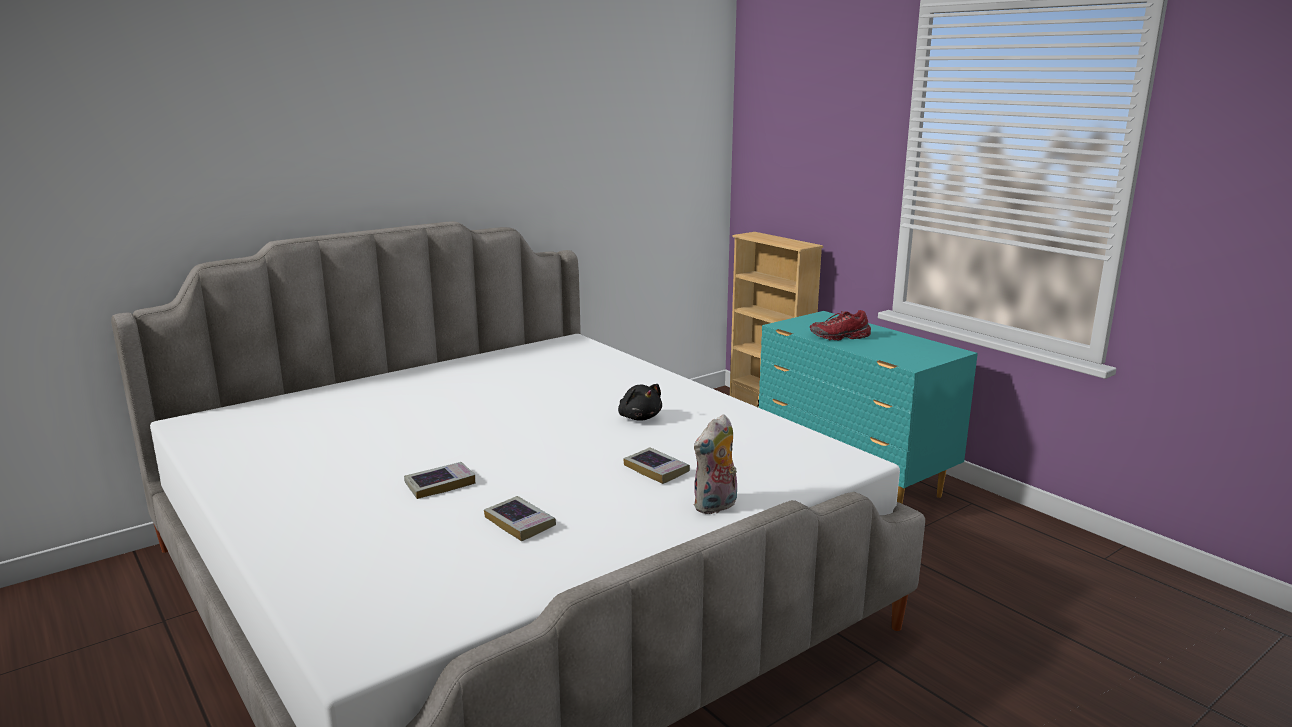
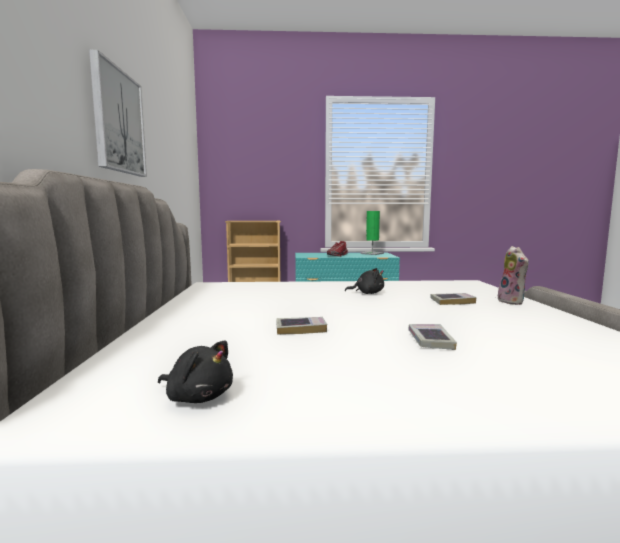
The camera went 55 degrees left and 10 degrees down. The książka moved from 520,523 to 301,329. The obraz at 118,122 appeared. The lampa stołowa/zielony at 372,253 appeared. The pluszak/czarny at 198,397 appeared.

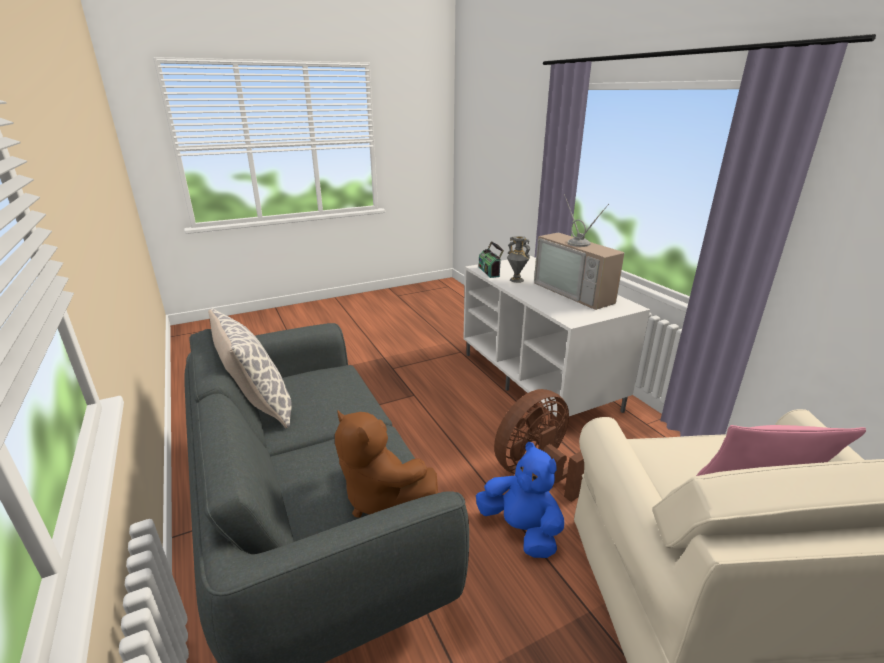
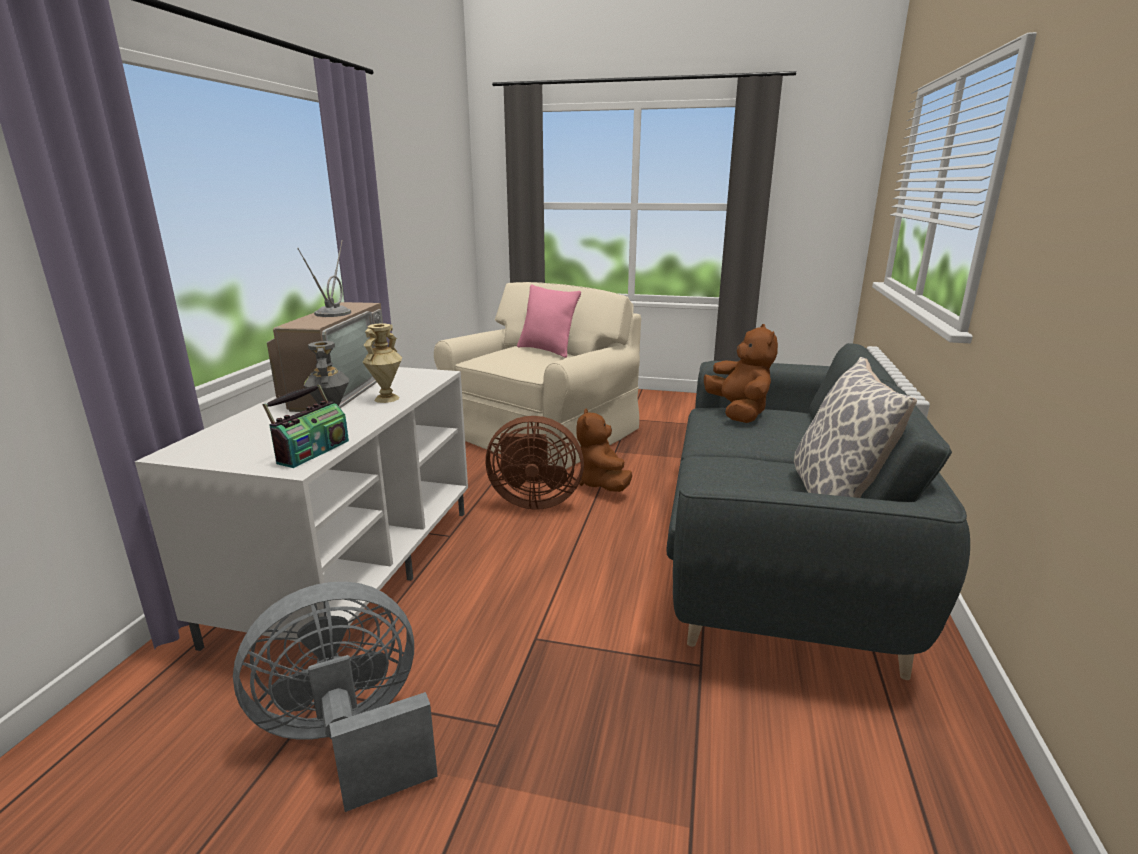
The camera went 140 degrees left and 5 degrees down. The pluszak/niebieski at 521,529 became the pluszak/brązowy at 603,484. The wazon/beżowy at 387,399 appeared. The wentylator/szary at 349,739 appeared.

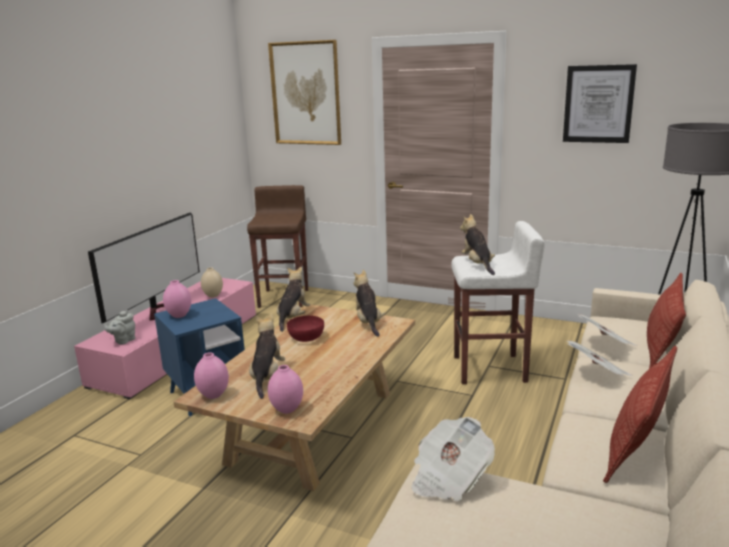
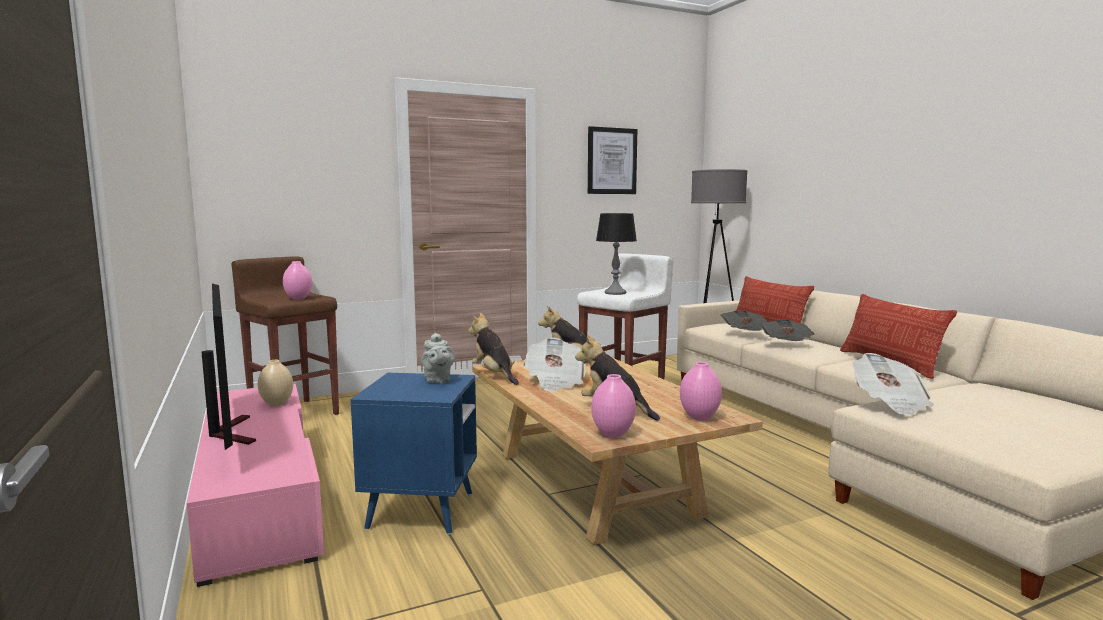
The camera went 50 degrees left and 10 degrees down. The obraz at 306,93 disappeared. The pluszak at 477,265 was replaced by the lampa stołowa at 615,293. The wazon/różowy moved from 179,315 to 298,298. The imbryk/szary moved from 123,341 to 437,380. The miska/czerwony at 306,338 was replaced by the gazeta at 555,381.

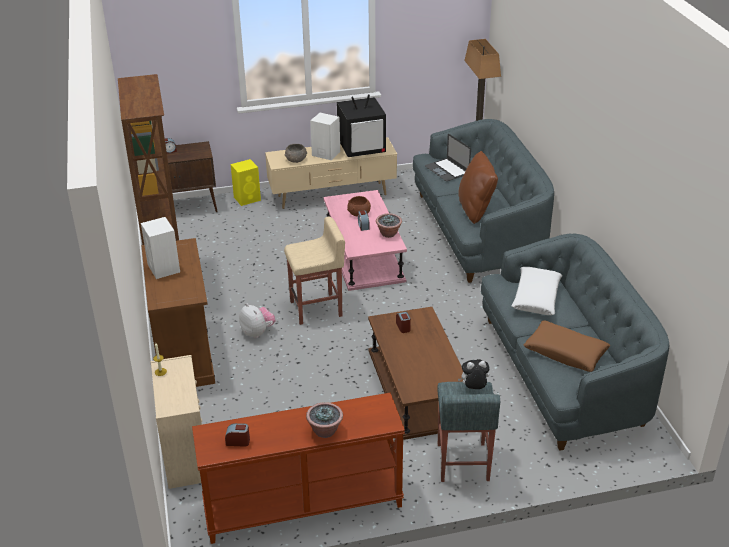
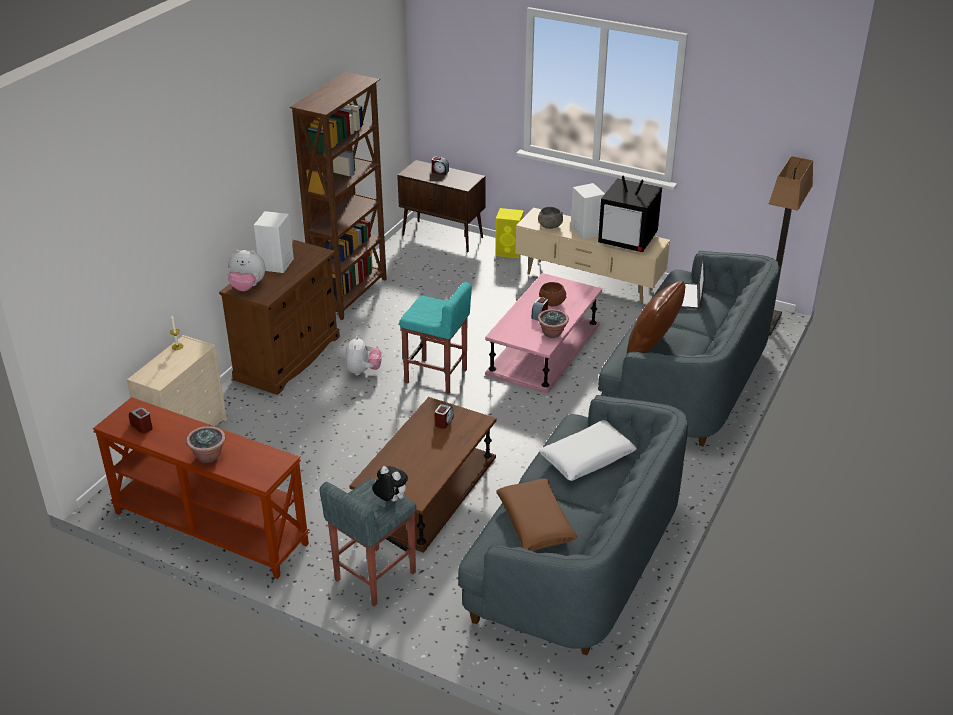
The camera went 40 degrees right and 0 degrees up. The stołek/beżowy at 317,309 became the stołek/turkusowy at 436,377. The pluszak at 247,287 appeared.

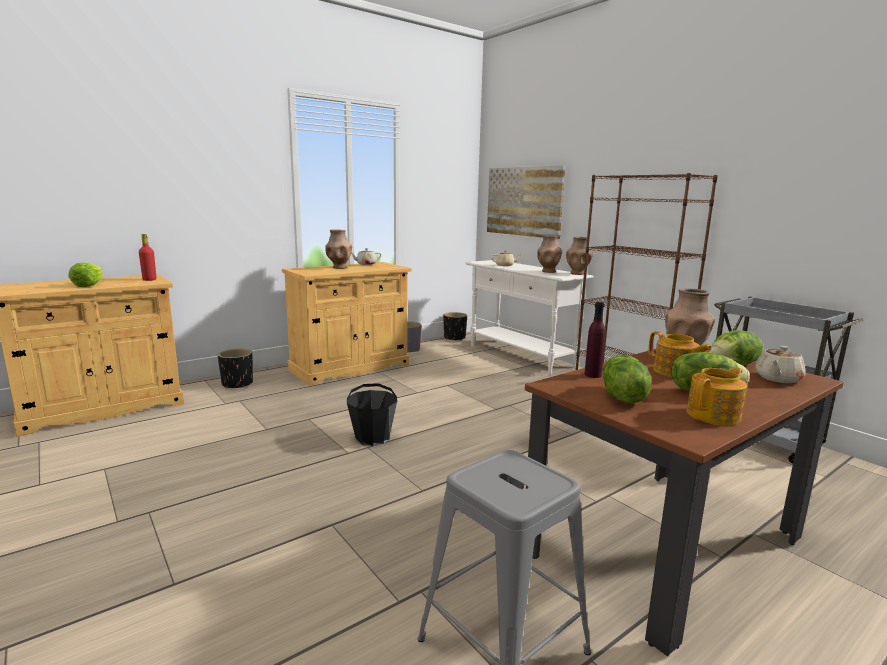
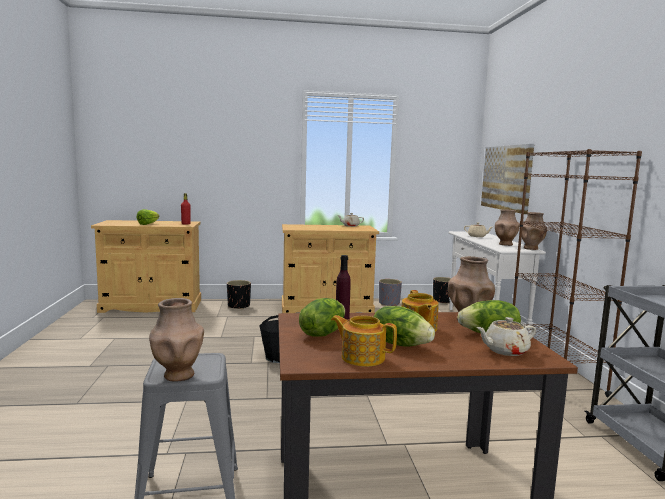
The camera went 30 degrees right and 5 degrees down. The wazon/brązowy moved from 339,267 to 178,375. The imbryk at 714,415 turned 150 degrees counterclockwise.

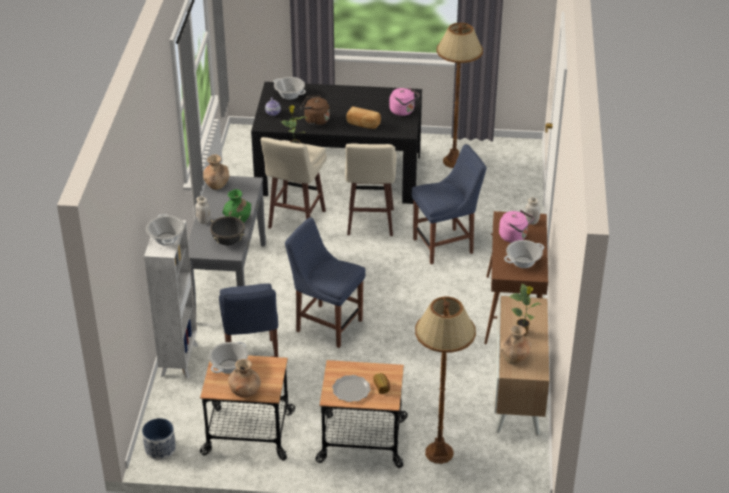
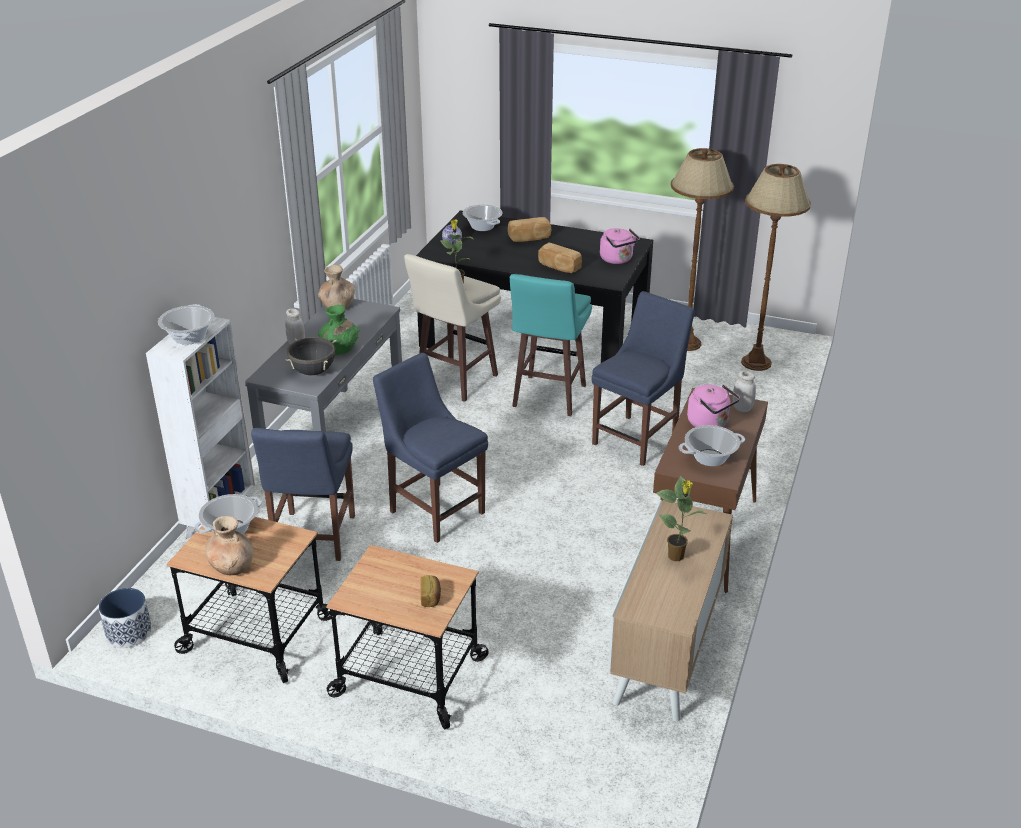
The camera went 15 degrees right and 5 degrees down. The czajnik/brązowy at 315,120 disappeared. The stołek/beżowy at 370,223 became the stołek/turkusowy at 548,397. The krzesło/niebieski at 446,245 turned 45 degrees counterclockwise. The lampa stojąca/brązowy moved from 439,453 to 756,363. The wazon/brązowy at 514,357 disappeared. The talerz at 351,390 disappeared. The chleb at 529,238 appeared.

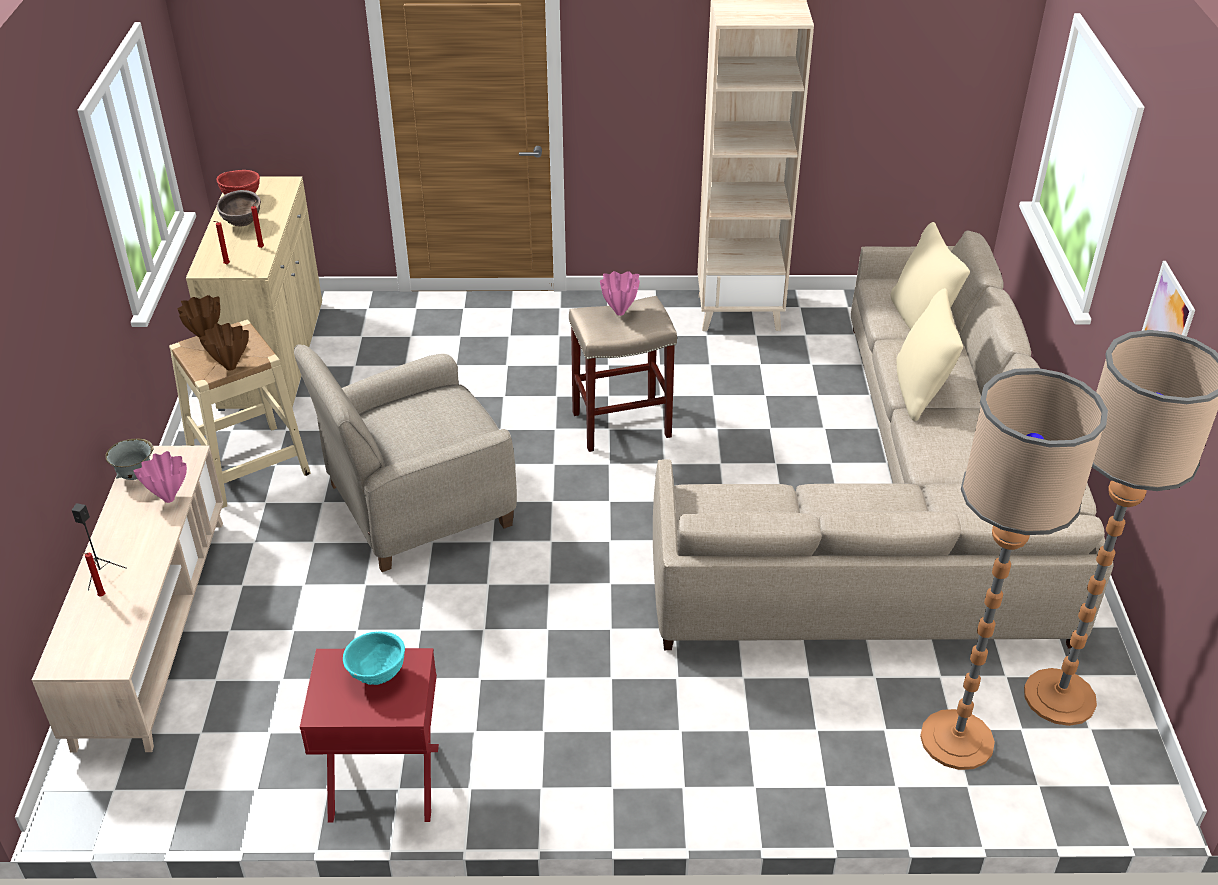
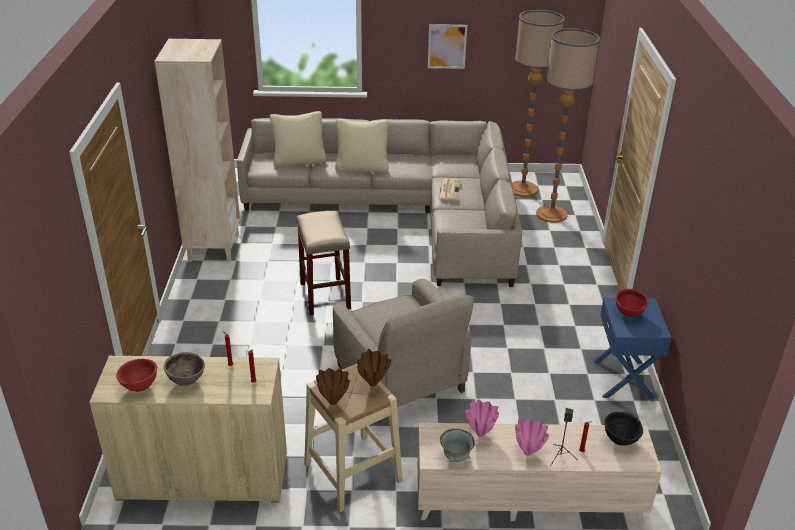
The camera went 90 degrees left and 5 degrees down. The wazon/różowy moved from 619,313 to 528,453. The miska/turkusowy at 377,676 became the miska/czerwony at 628,314. The szafka nocna/czerwony at 384,783 became the szafka nocna/niebieski at 624,379. The gazeta at 449,190 appeared. The miska/czarny at 620,440 appeared.

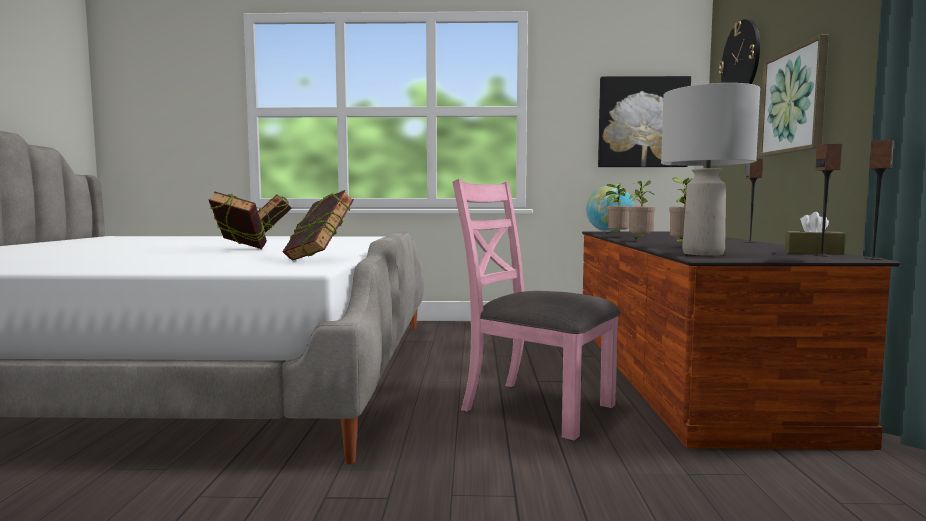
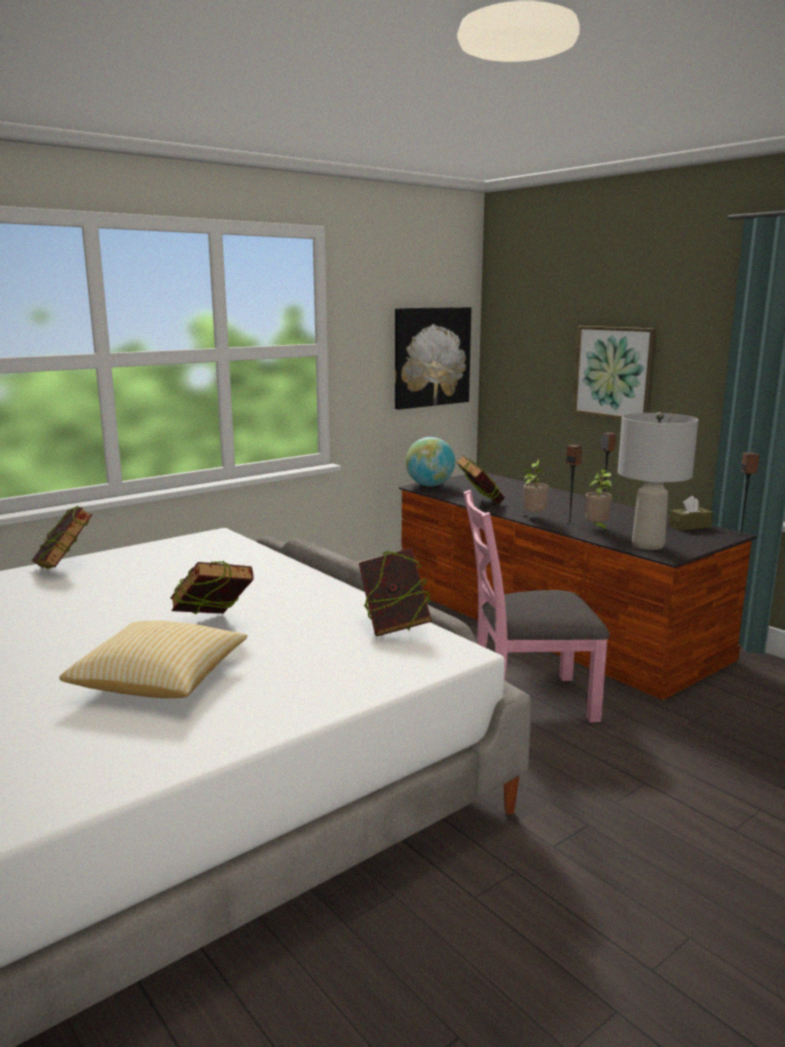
The camera went 40 degrees left and 10 degrees up. The zegar ścienny at 741,60 disappeared. The głośnik moved from 822,255 to 569,522. The roślina doniczkowa at 616,236 was replaced by the książka at 479,503. The poduszka at 161,680 appeared.

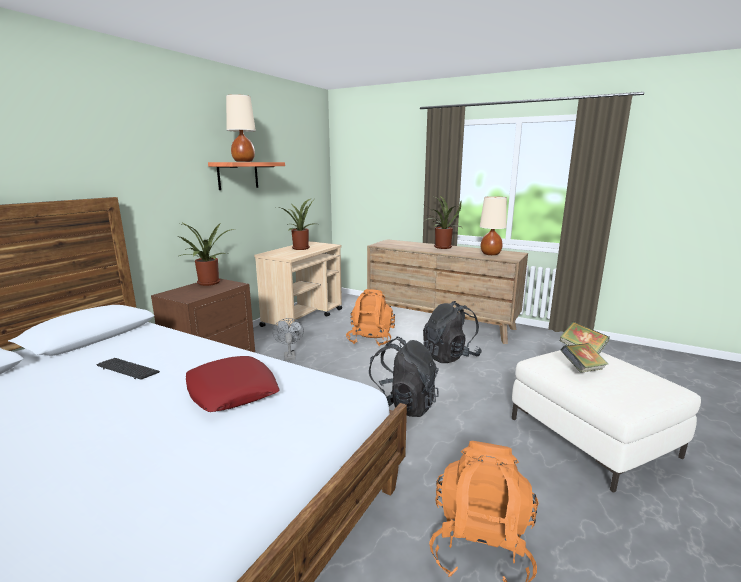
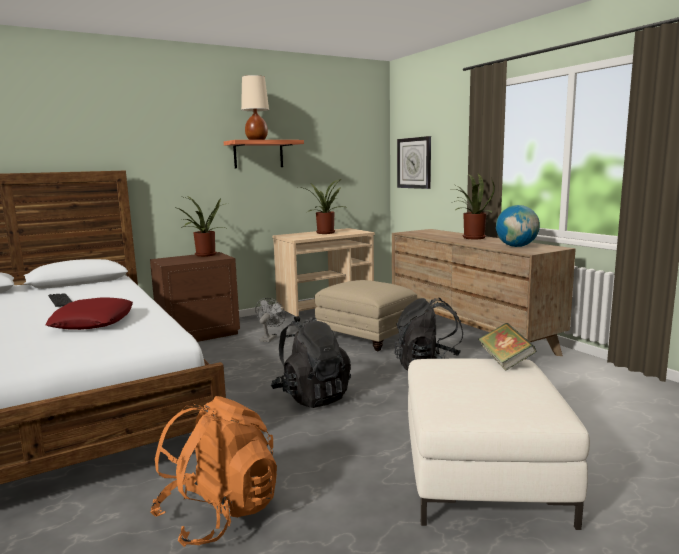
The camera went 30 degrees right and 5 degrees down. The lampa stołowa/beżowy at 490,254 was replaced by the globus at 516,246. The plecak/pomarańczowy at 371,339 was replaced by the pufa/beżowy at 365,338. The książka at 582,369 disappeared. The zegar ścienny at 414,163 appeared.

